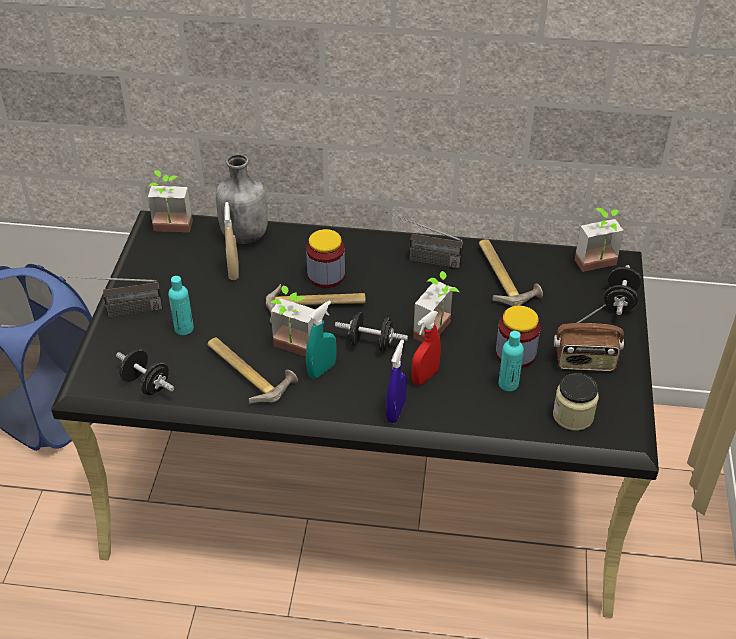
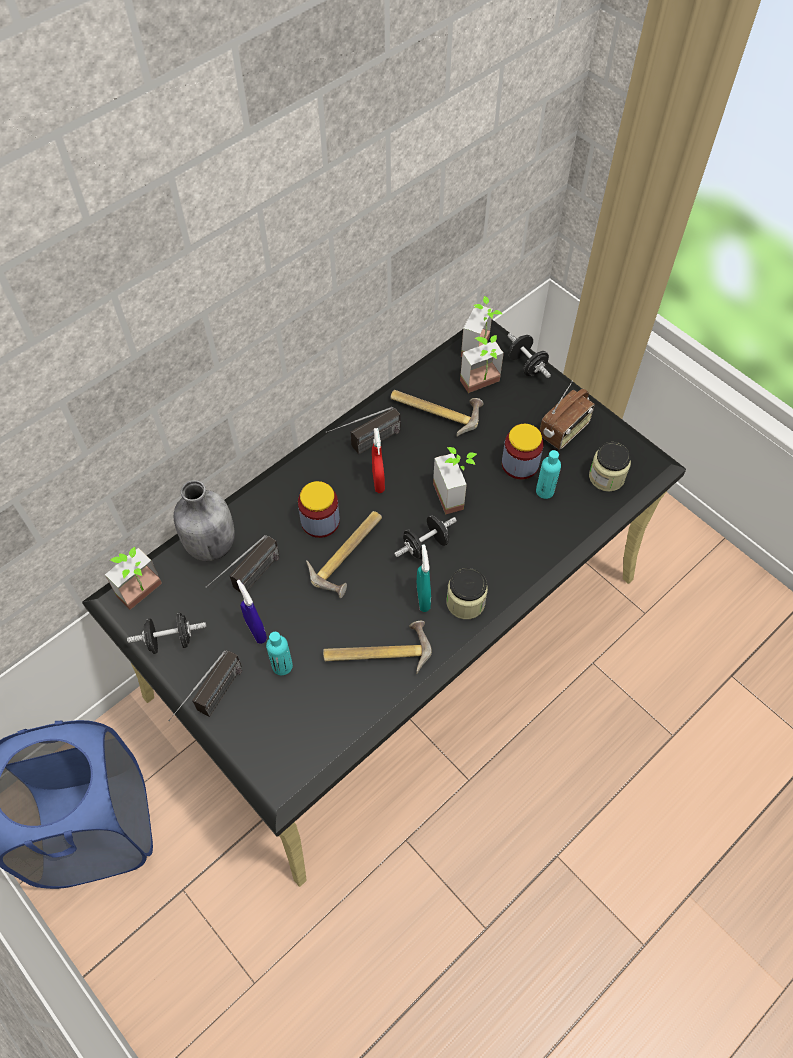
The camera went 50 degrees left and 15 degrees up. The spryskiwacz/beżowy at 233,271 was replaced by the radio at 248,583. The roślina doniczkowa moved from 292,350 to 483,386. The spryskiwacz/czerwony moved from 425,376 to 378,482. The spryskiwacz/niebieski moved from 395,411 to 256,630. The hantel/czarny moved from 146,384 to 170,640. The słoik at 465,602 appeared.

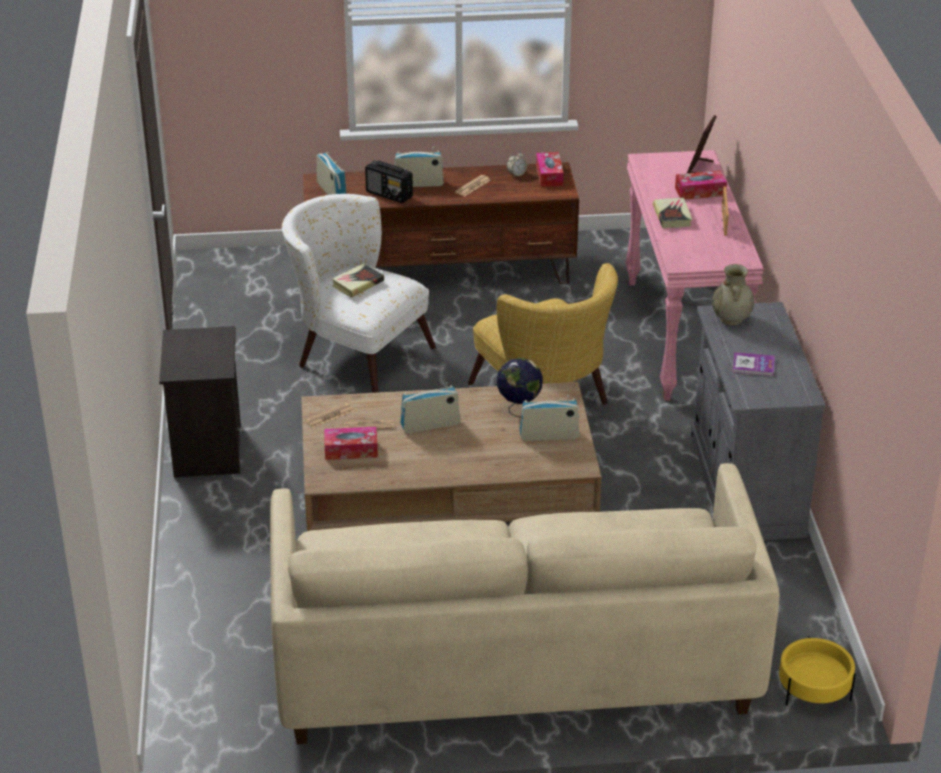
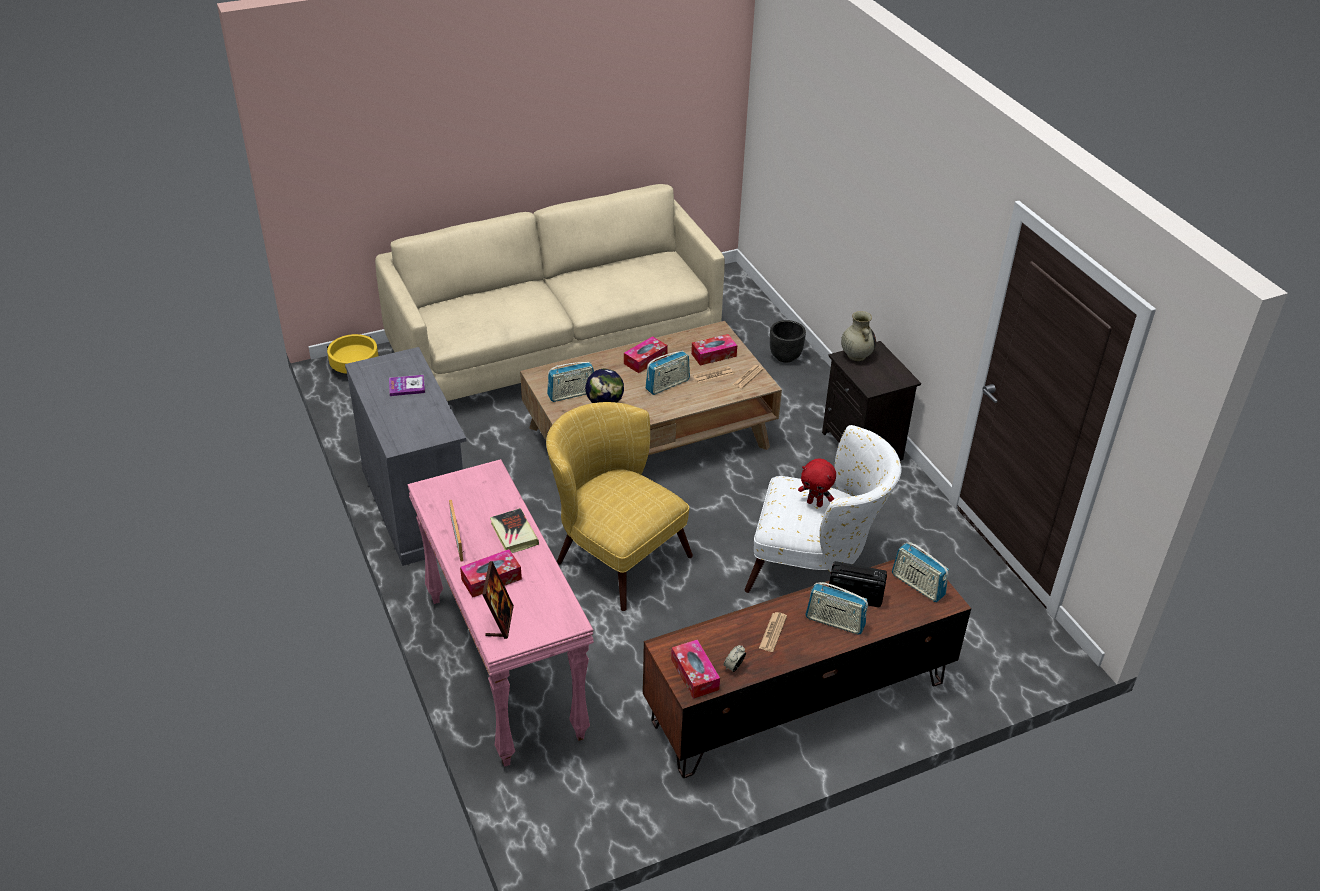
The camera went 160 degrees right and 5 degrees up. The radio at 418,184 turned 45 degrees clockwise. The książka at 357,283 was replaced by the pluszak/czerwony at 815,503. The wazon/beżowy moved from 731,319 to 856,355. The donica/czarny at 784,356 appeared. The pudełko chusteczek at 645,360 appeared.

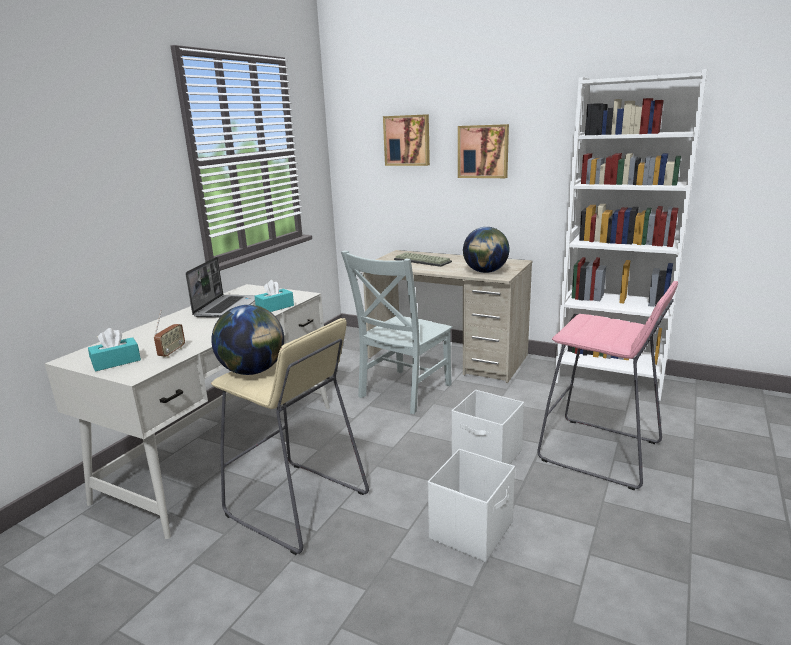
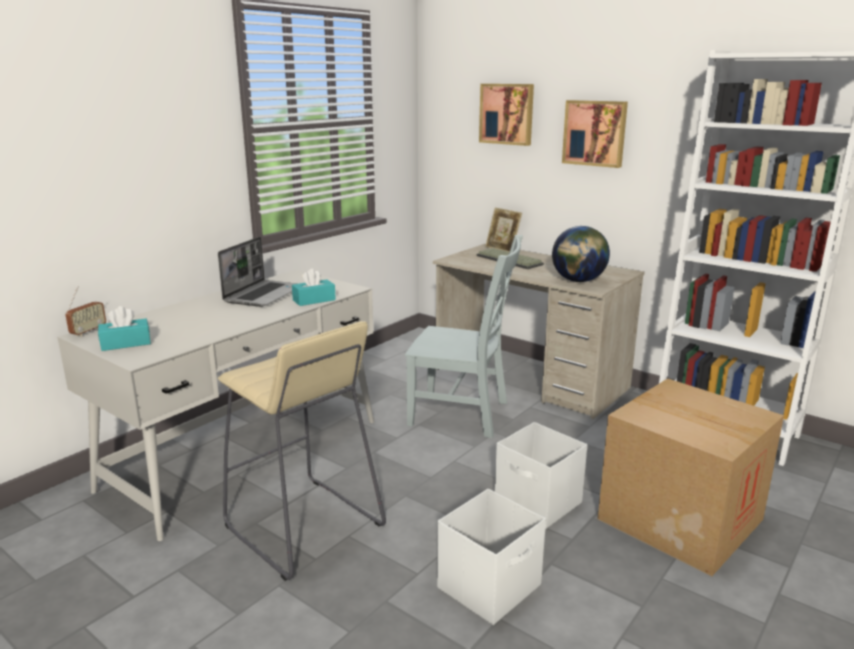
The camera went 10 degrees right and 0 degrees up. The krzesło/szary at 402,392 turned 120 degrees counterclockwise. The stołek/różowy at 600,452 was replaced by the karton at 680,519. The globus at 253,371 disappeared. The radio moved from 172,352 to 88,331. The ramka na zdjęcie at 502,249 appeared.

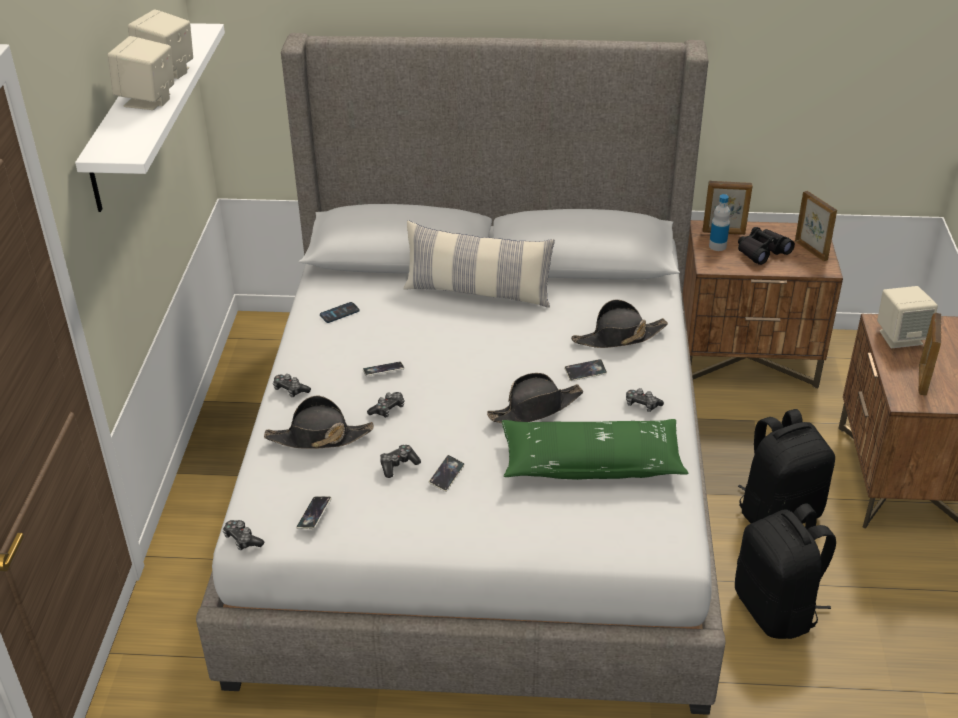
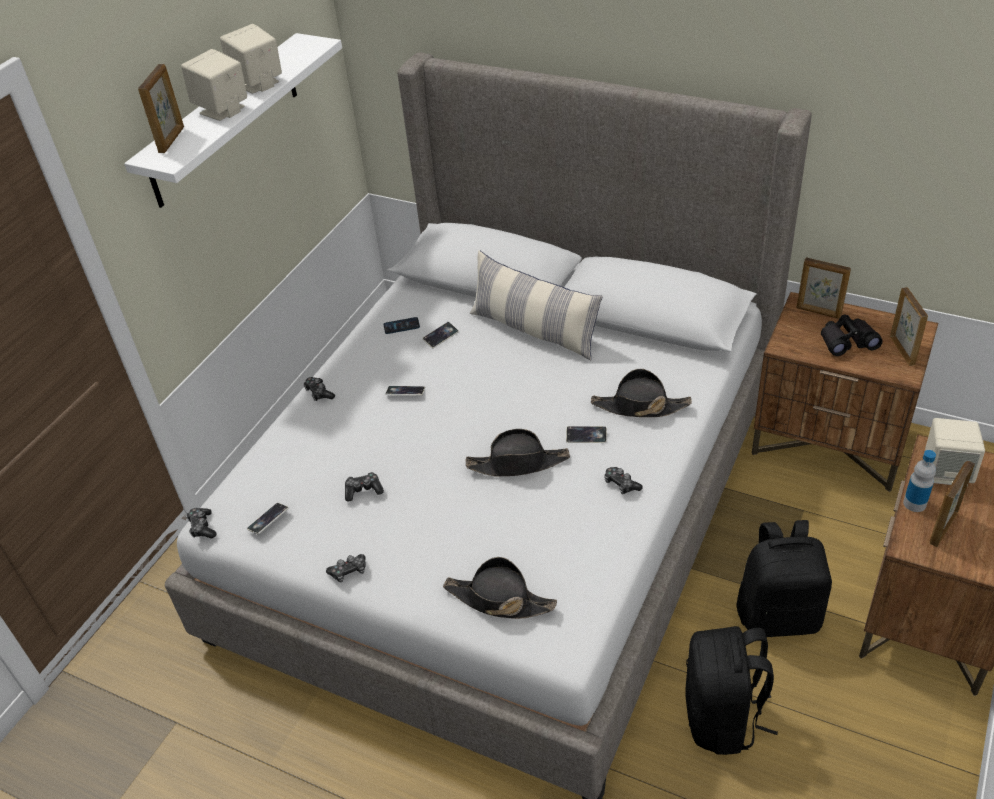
The camera went 25 degrees right and 5 degrees up. The butelka moved from 717,246 to 914,503. The pad do gier moved from 388,409 to 349,571. The kapelusz/czarny moved from 319,437 to 499,600. The poduszka/zielony at 591,462 disappeared. The telefon moved from 446,475 to 440,337. The ramka na zdjęcie at 172,140 appeared.

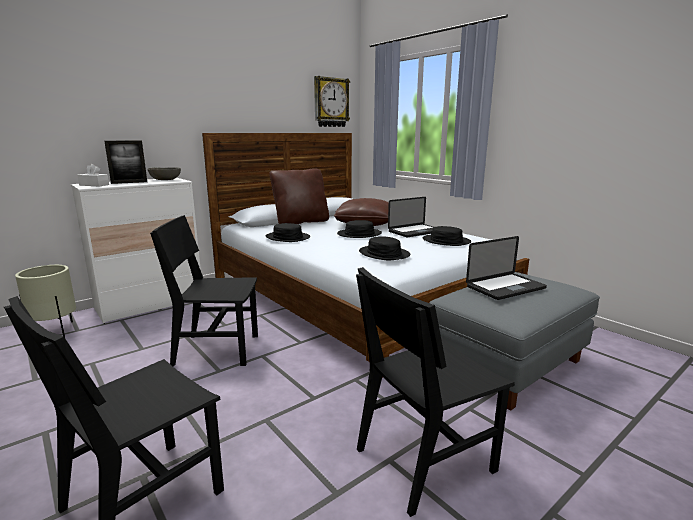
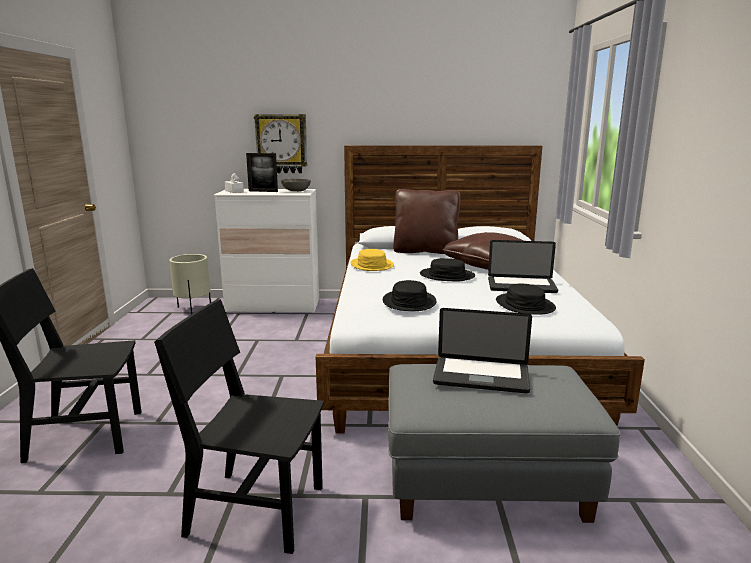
The camera went 40 degrees right and 0 degrees up. The zegar ścienny moved from 331,102 to 281,144. The krzesło/czarny at 217,350 disappeared. The kapelusz/czarny at 287,237 became the kapelusz/żółty at 371,265.

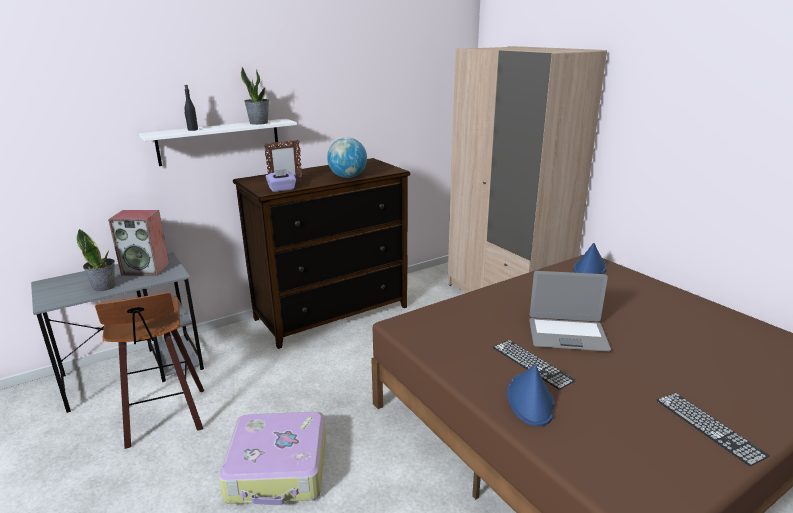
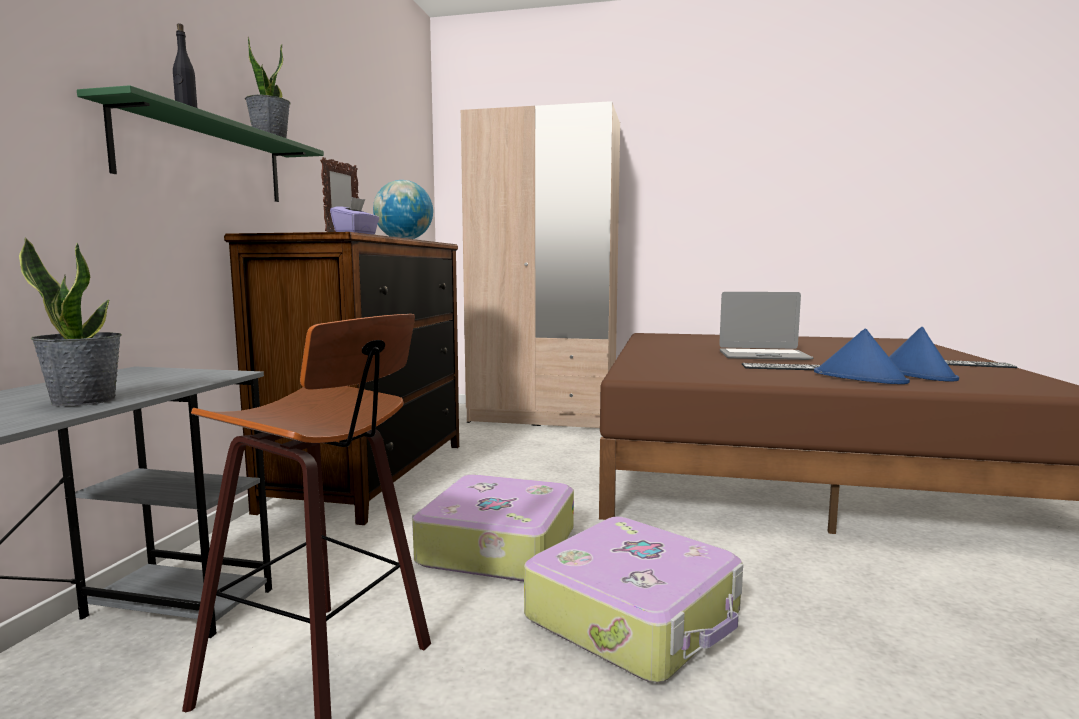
The camera went 45 degrees left and 15 degrees down. The półka/biały at 219,141 became the półka/zielony at 205,159. The głośnik at 146,269 disappeared. The kapelusz/niebieski moved from 589,269 to 916,374. The laptop at 567,335 turned 45 degrees clockwise. The walizka at 495,546 appeared.

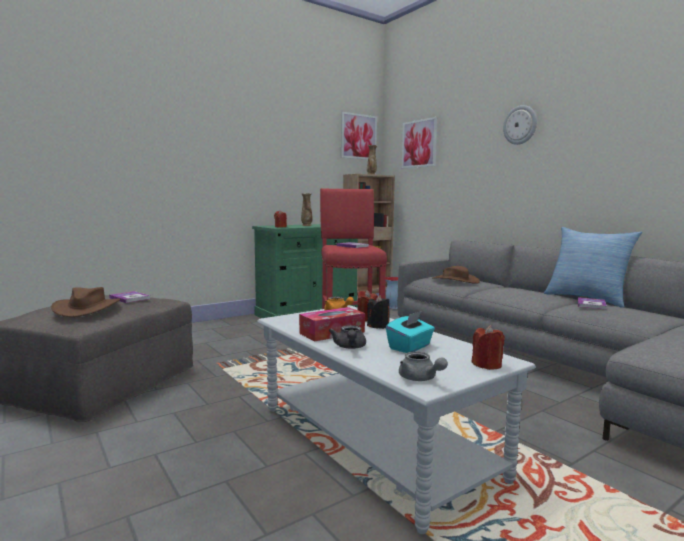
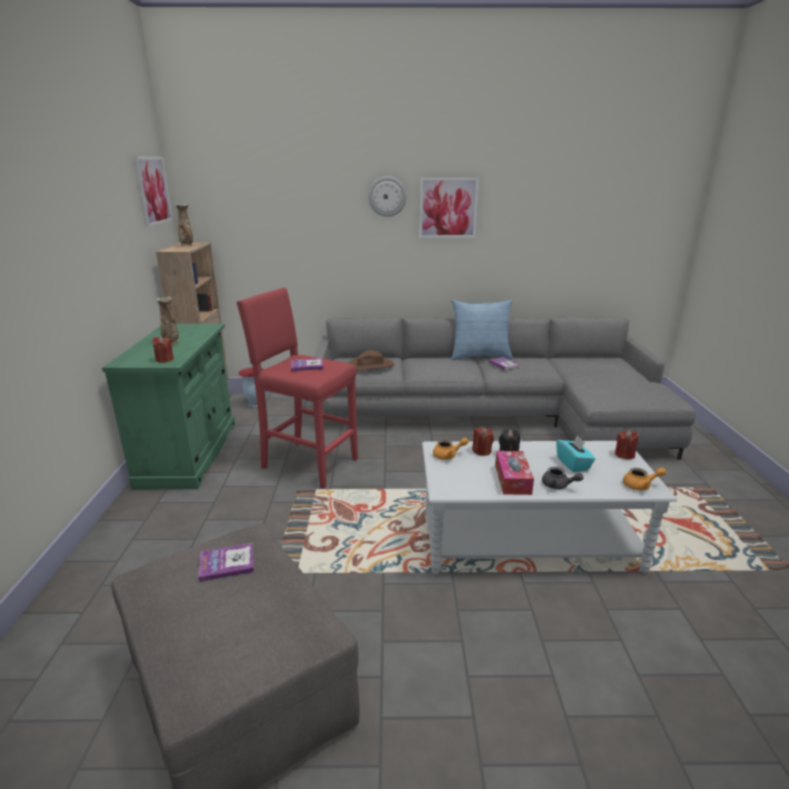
The camera went 55 degrees left and 15 degrees up. The obraz moved from 419,143 to 448,208. The kapelusz/brązowy at 87,308 disappeared. The imbryk/szary at 420,379 became the imbryk/pomarańczowy at 640,485.

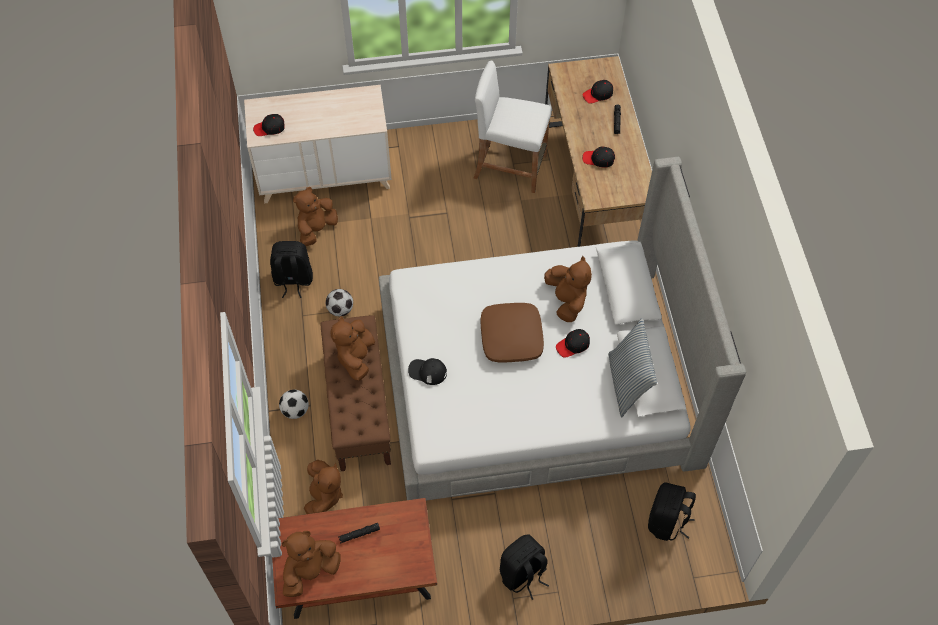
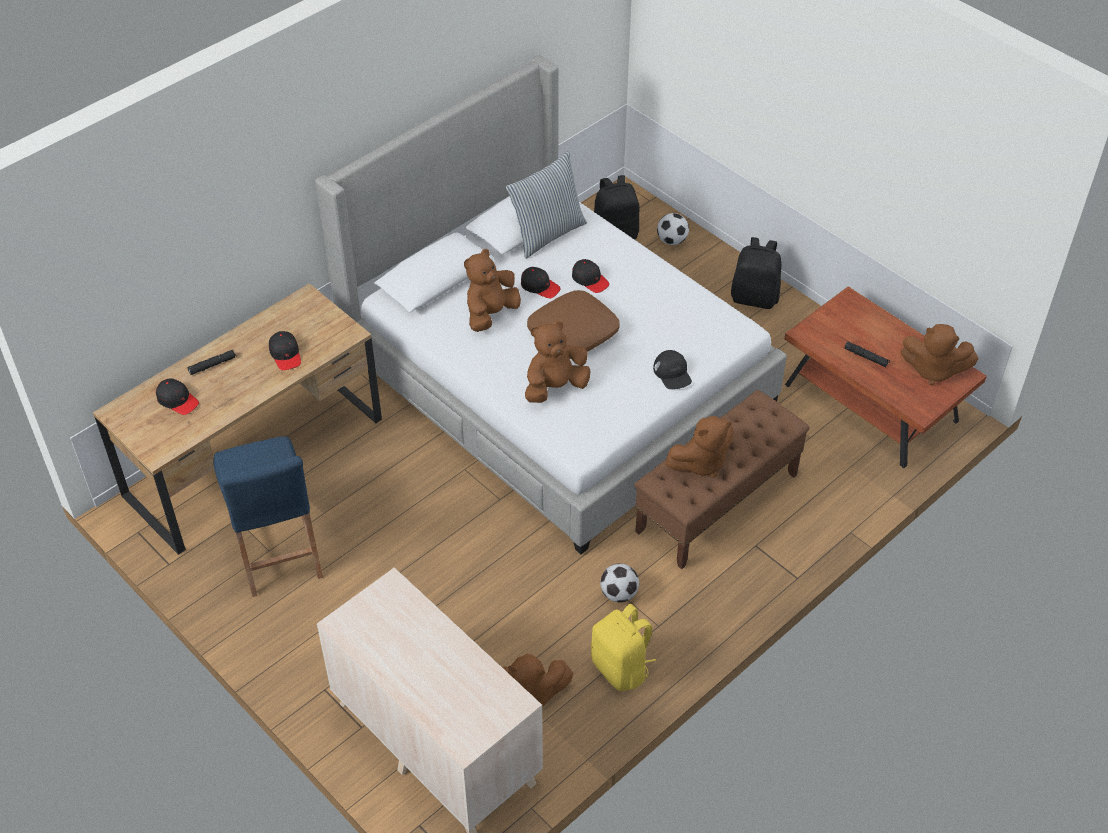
The camera went 125 degrees left and 10 degrees down. The stołek/biały at 510,167 became the stołek/niebieski at 277,551. The czapka z daszkiem/czarny moved from 269,128 to 590,280. The plecak/czarny at 293,280 became the plecak/żółty at 621,668. The piłka futbolowa moved from 295,410 to 672,240. The pluszak/brązowy moved from 324,496 to 555,387.

